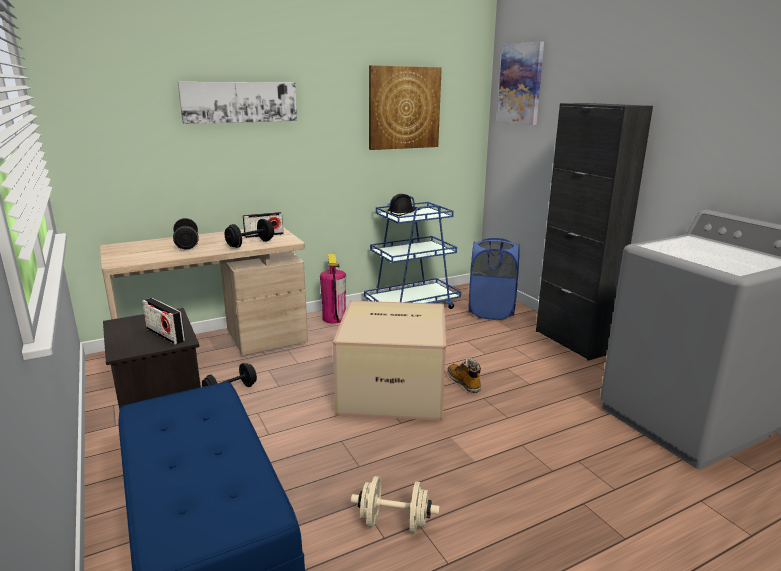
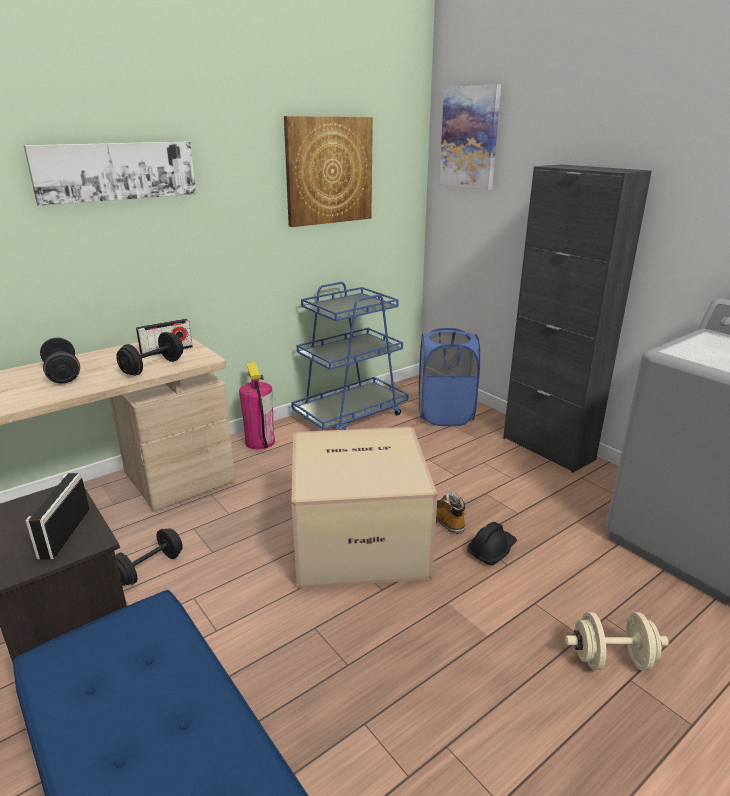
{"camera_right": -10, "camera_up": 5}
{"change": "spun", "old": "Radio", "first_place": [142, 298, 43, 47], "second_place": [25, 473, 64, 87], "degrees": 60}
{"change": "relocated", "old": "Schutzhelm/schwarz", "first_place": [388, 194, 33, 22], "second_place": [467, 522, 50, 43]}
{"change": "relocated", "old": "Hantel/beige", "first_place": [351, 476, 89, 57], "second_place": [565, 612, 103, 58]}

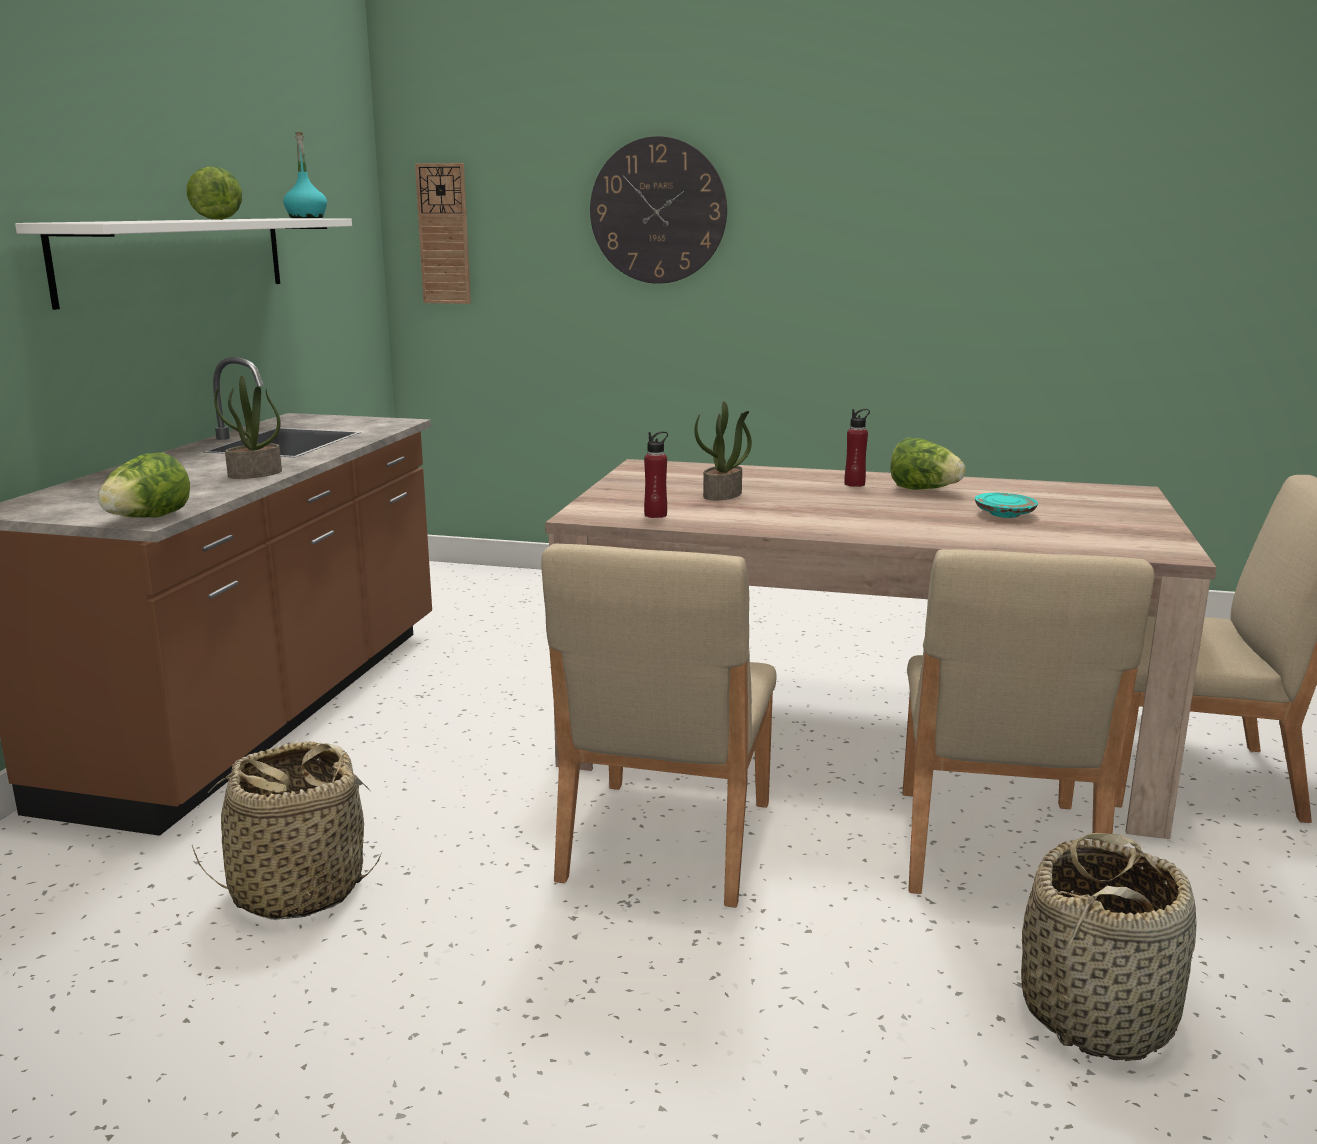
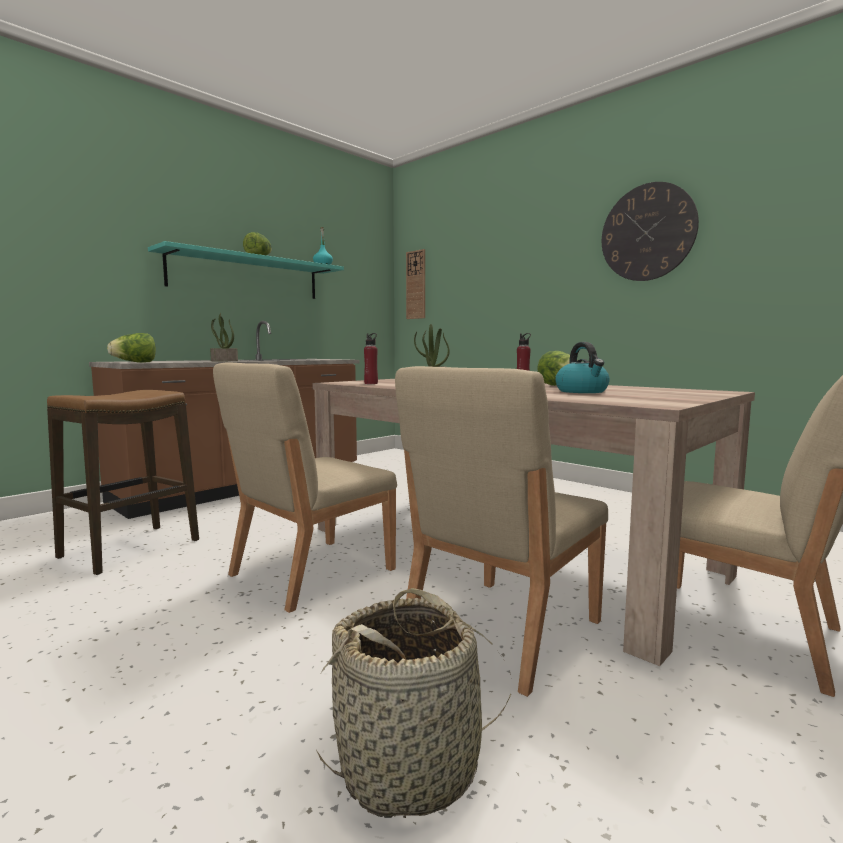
{"camera_right": 30, "camera_up": -10}
{"change": "exchanged", "old": "Korb", "new": "Hocker", "first_place": [192, 741, 189, 179], "second_place": [47, 390, 152, 185]}
{"change": "colour", "old": "Wandregal/weiß", "new": "Wandregal/türkis", "first_place": [15, 218, 337, 92], "second_place": [148, 241, 196, 58]}
{"change": "exchanged", "old": "Teller/türkis", "new": "Wasserkessel", "first_place": [975, 493, 63, 25], "second_place": [555, 342, 55, 51]}
{"change": "relocated", "old": "Wanduhr", "first_place": [590, 136, 137, 148], "second_place": [602, 182, 97, 99]}

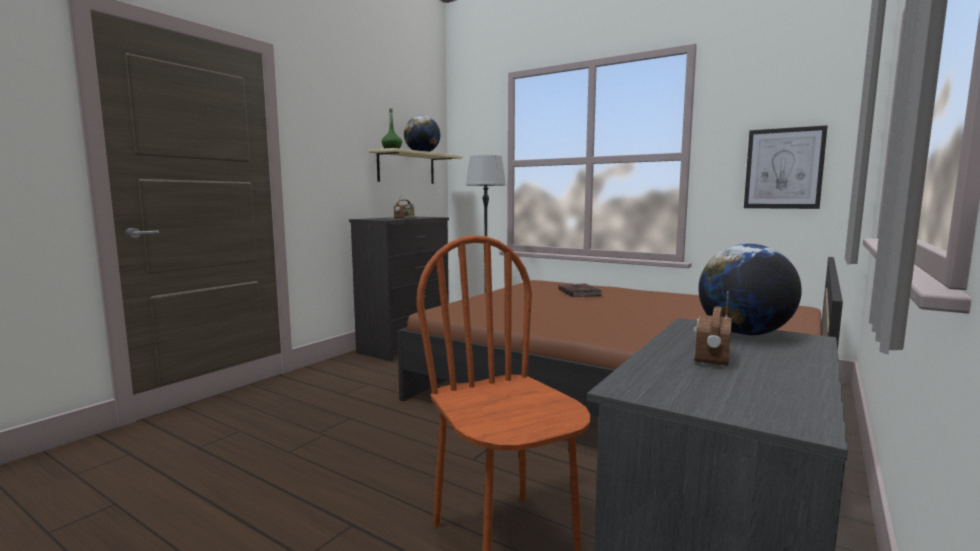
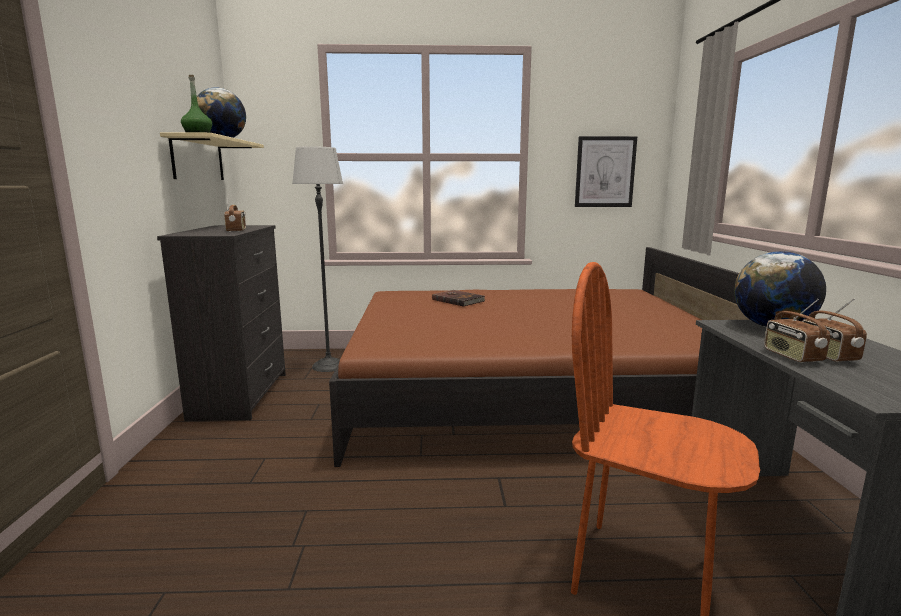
{"camera_right": -35, "camera_up": 5}
{"change": "appeared", "new": "Radio", "second_place": [764, 299, 66, 64]}

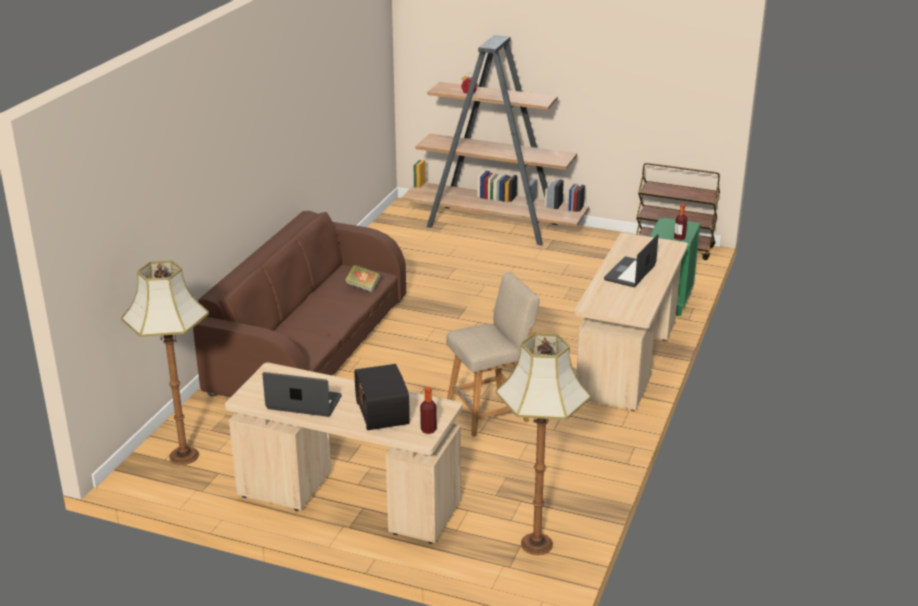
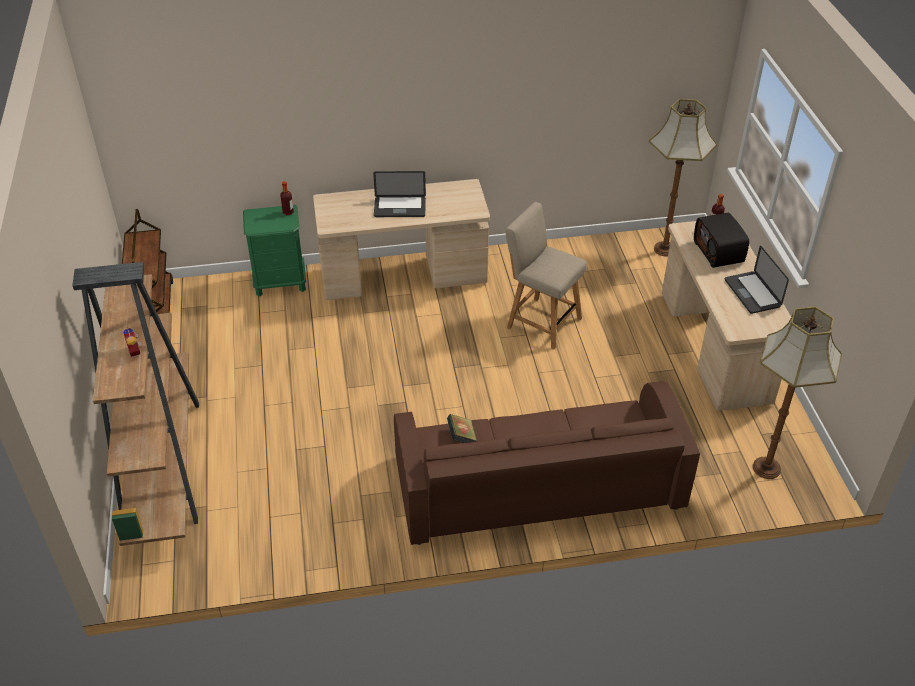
{"camera_right": -120, "camera_up": 15}
{"change": "spun", "old": "Radio", "first_place": [354, 364, 56, 66], "second_place": [694, 212, 55, 56], "degrees": 120}

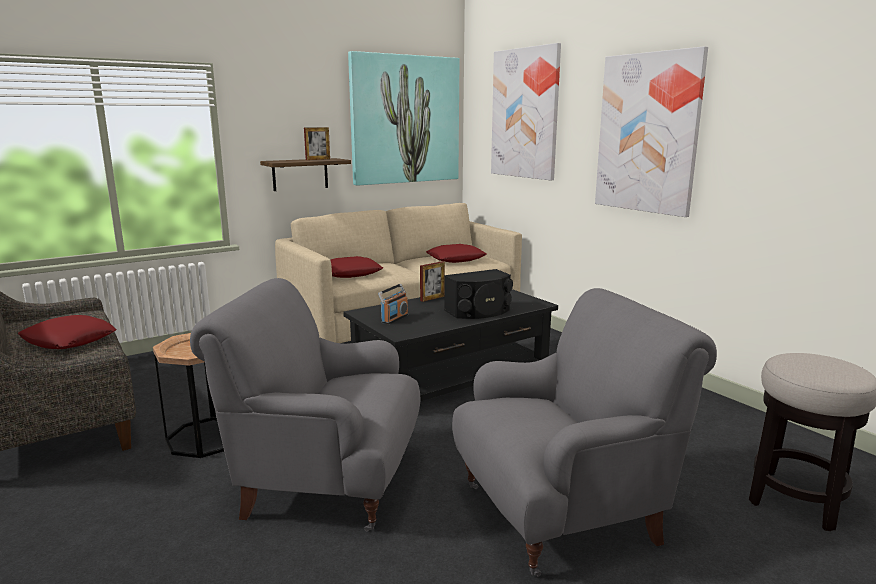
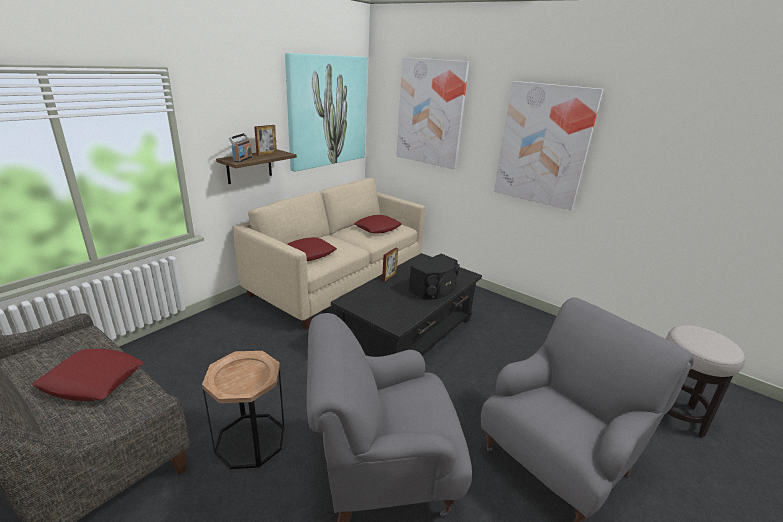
{"camera_right": -20, "camera_up": 10}
{"change": "relocated", "old": "Radio", "first_place": [378, 284, 30, 40], "second_place": [229, 133, 23, 29]}

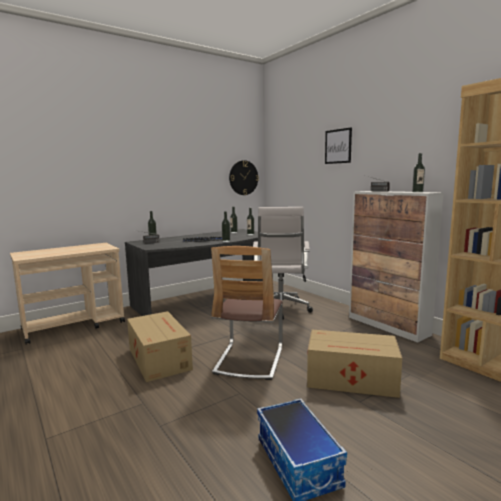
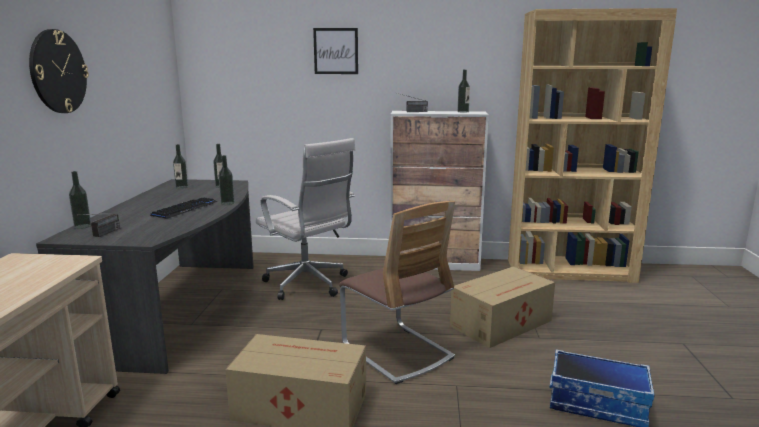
{"camera_right": -50, "camera_up": 5}
{"change": "relocated", "old": "Wanduhr", "first_place": [229, 160, 30, 35], "second_place": [29, 29, 60, 84]}

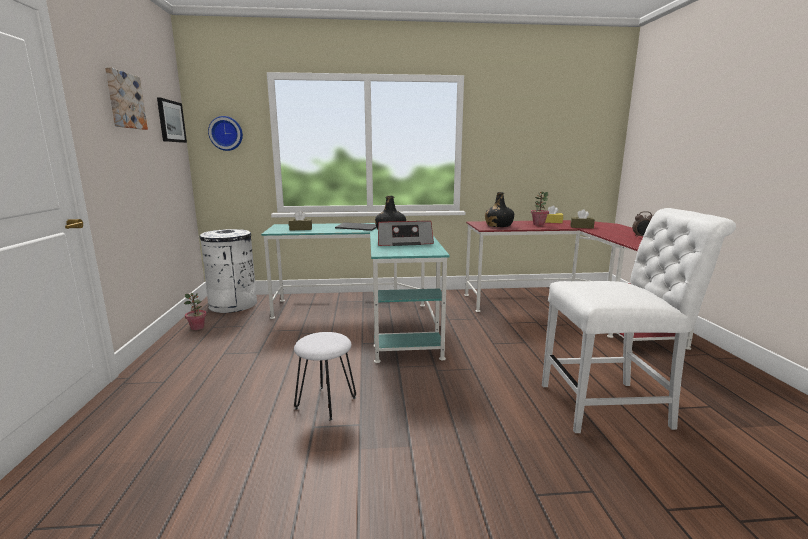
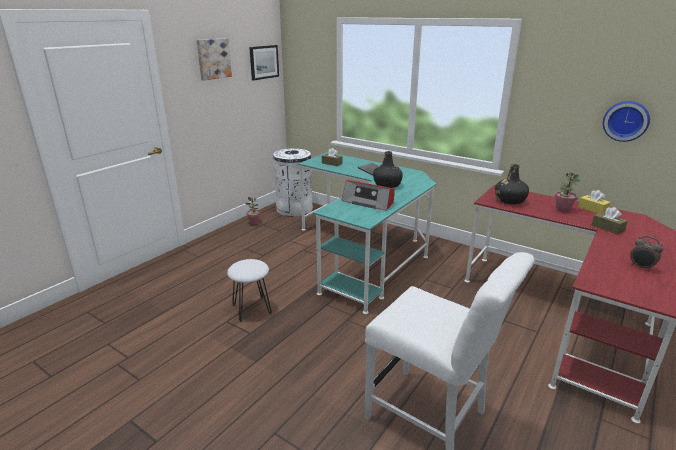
{"camera_right": 40, "camera_up": 10}
{"change": "relocated", "old": "Wanduhr", "first_place": [208, 116, 35, 35], "second_place": [603, 101, 47, 41]}

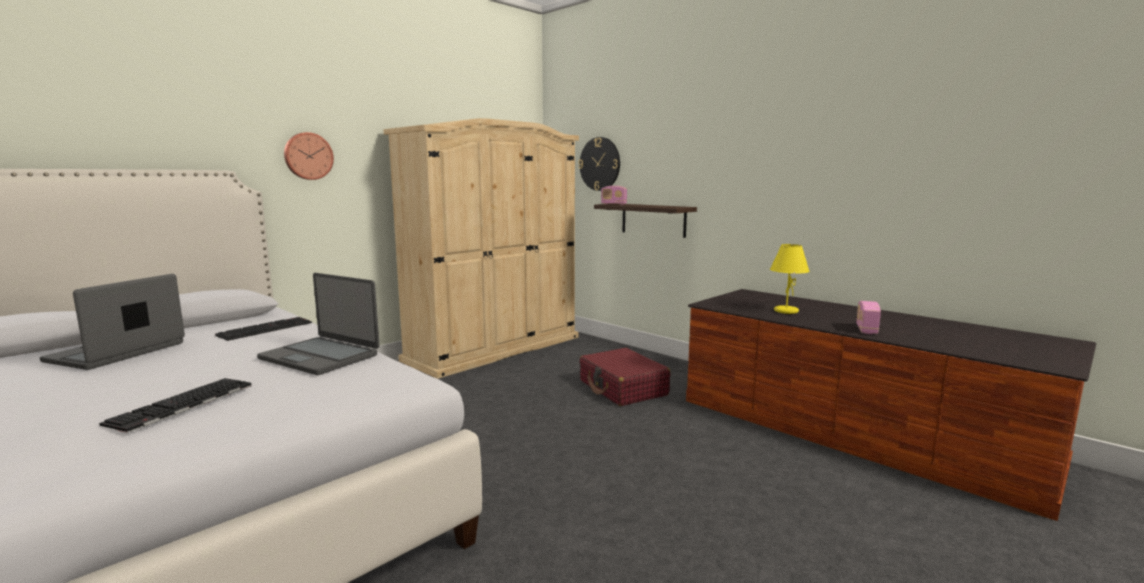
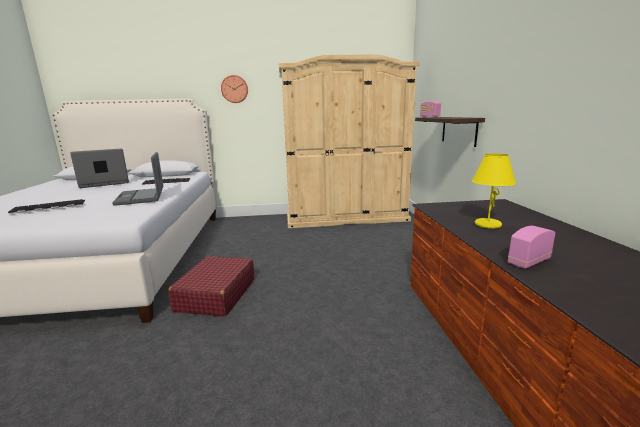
{"camera_right": 40, "camera_up": 5}
{"change": "relocated", "old": "Koffer/rot", "first_place": [580, 348, 91, 58], "second_place": [168, 256, 86, 61]}
{"change": "missing", "old": "Wanduhr", "first_place": [578, 137, 42, 54]}

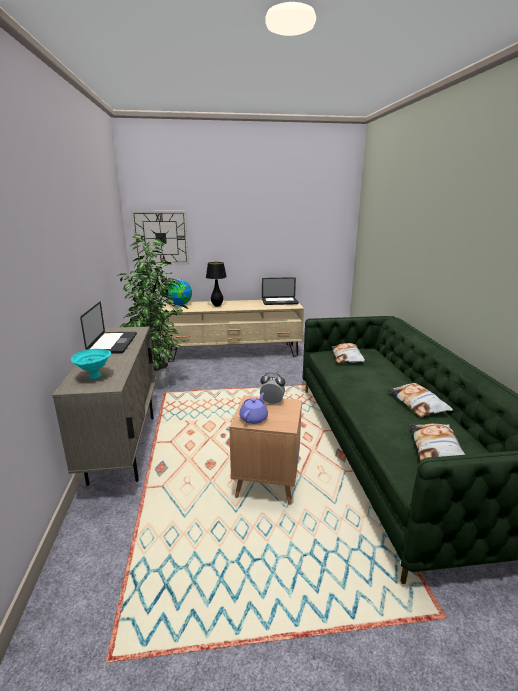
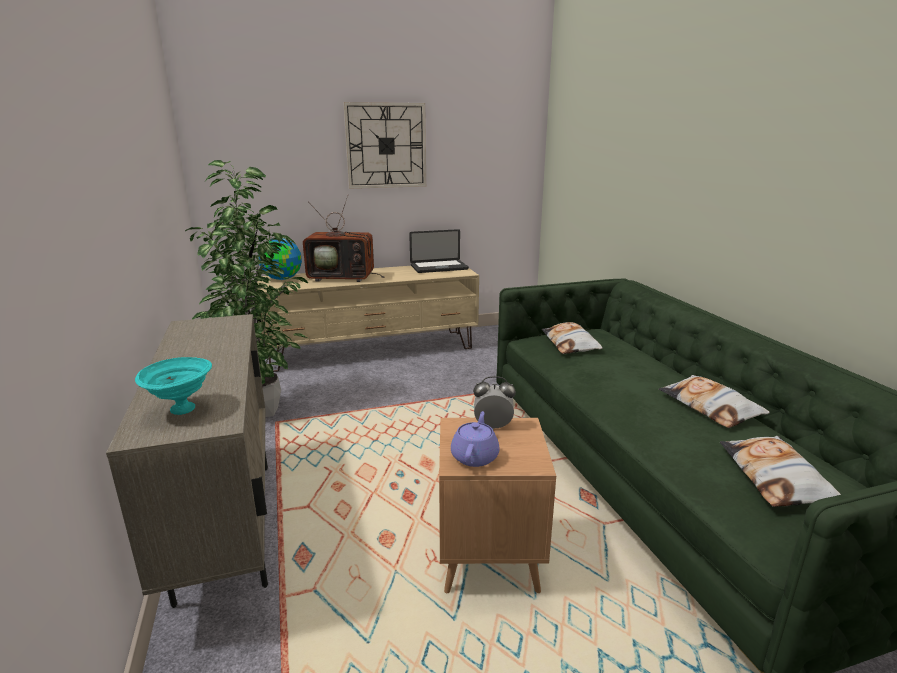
{"camera_right": -10, "camera_up": 0}
{"change": "exchanged", "old": "Tischlampe/schwarz", "new": "Fernseher", "first_place": [206, 262, 21, 45], "second_place": [303, 196, 81, 86]}
{"change": "relocated", "old": "Wanduhr", "first_place": [131, 211, 58, 54], "second_place": [343, 102, 83, 87]}
{"change": "missing", "old": "Laptop", "first_place": [80, 302, 57, 52]}

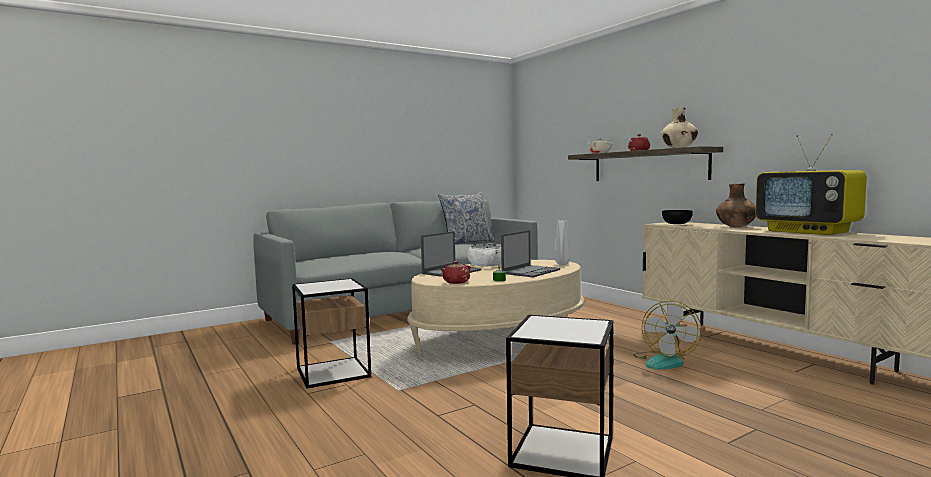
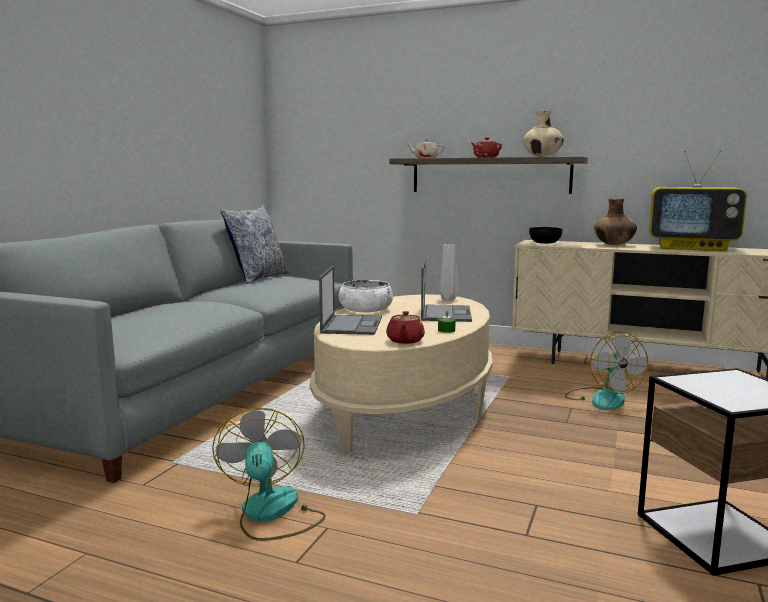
{"camera_right": -35, "camera_up": 5}
{"change": "exchanged", "old": "Beistelltisch", "new": "Ventilator", "first_place": [292, 278, 79, 111], "second_place": [212, 408, 114, 133]}

